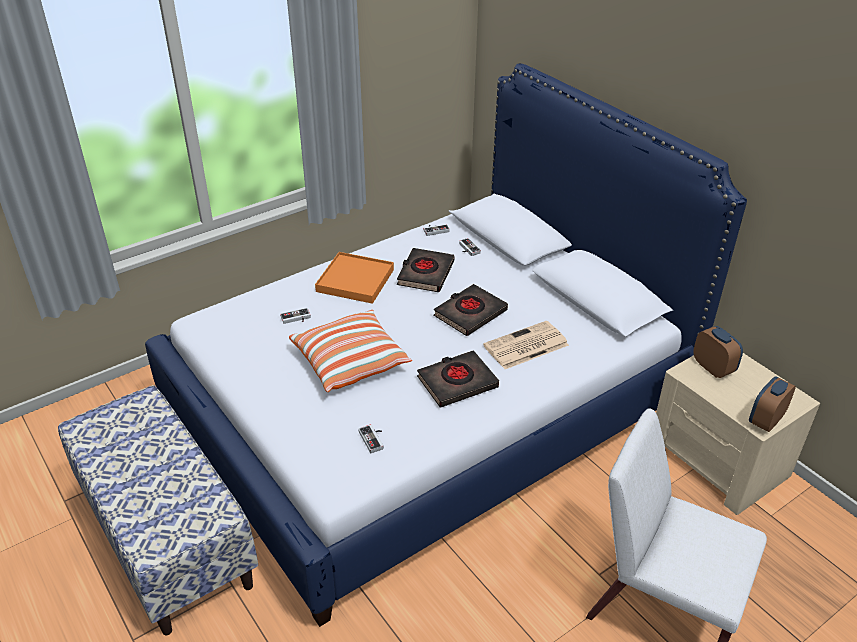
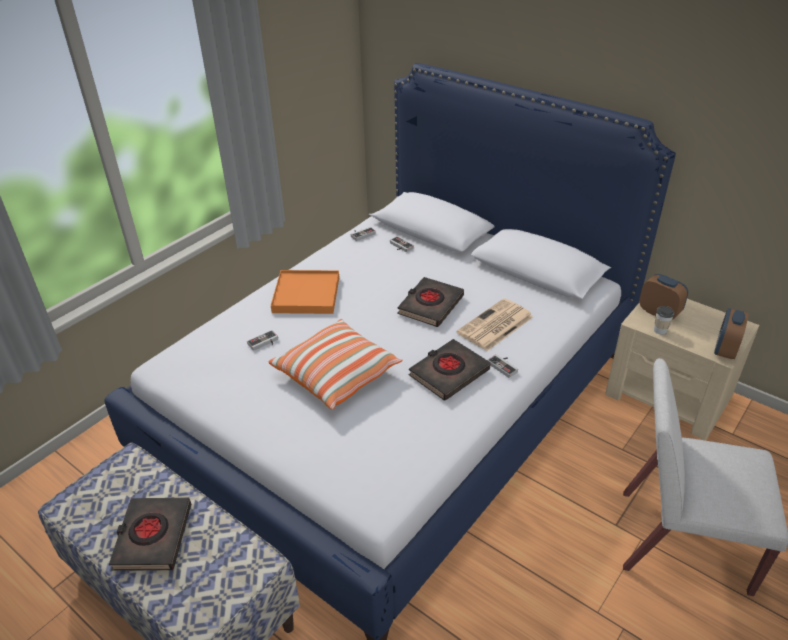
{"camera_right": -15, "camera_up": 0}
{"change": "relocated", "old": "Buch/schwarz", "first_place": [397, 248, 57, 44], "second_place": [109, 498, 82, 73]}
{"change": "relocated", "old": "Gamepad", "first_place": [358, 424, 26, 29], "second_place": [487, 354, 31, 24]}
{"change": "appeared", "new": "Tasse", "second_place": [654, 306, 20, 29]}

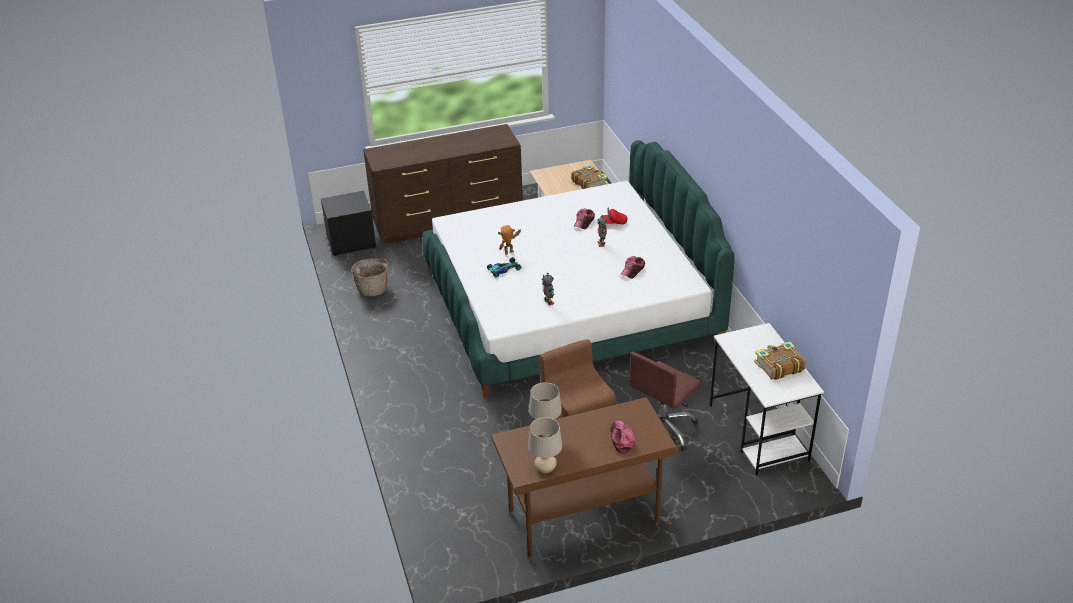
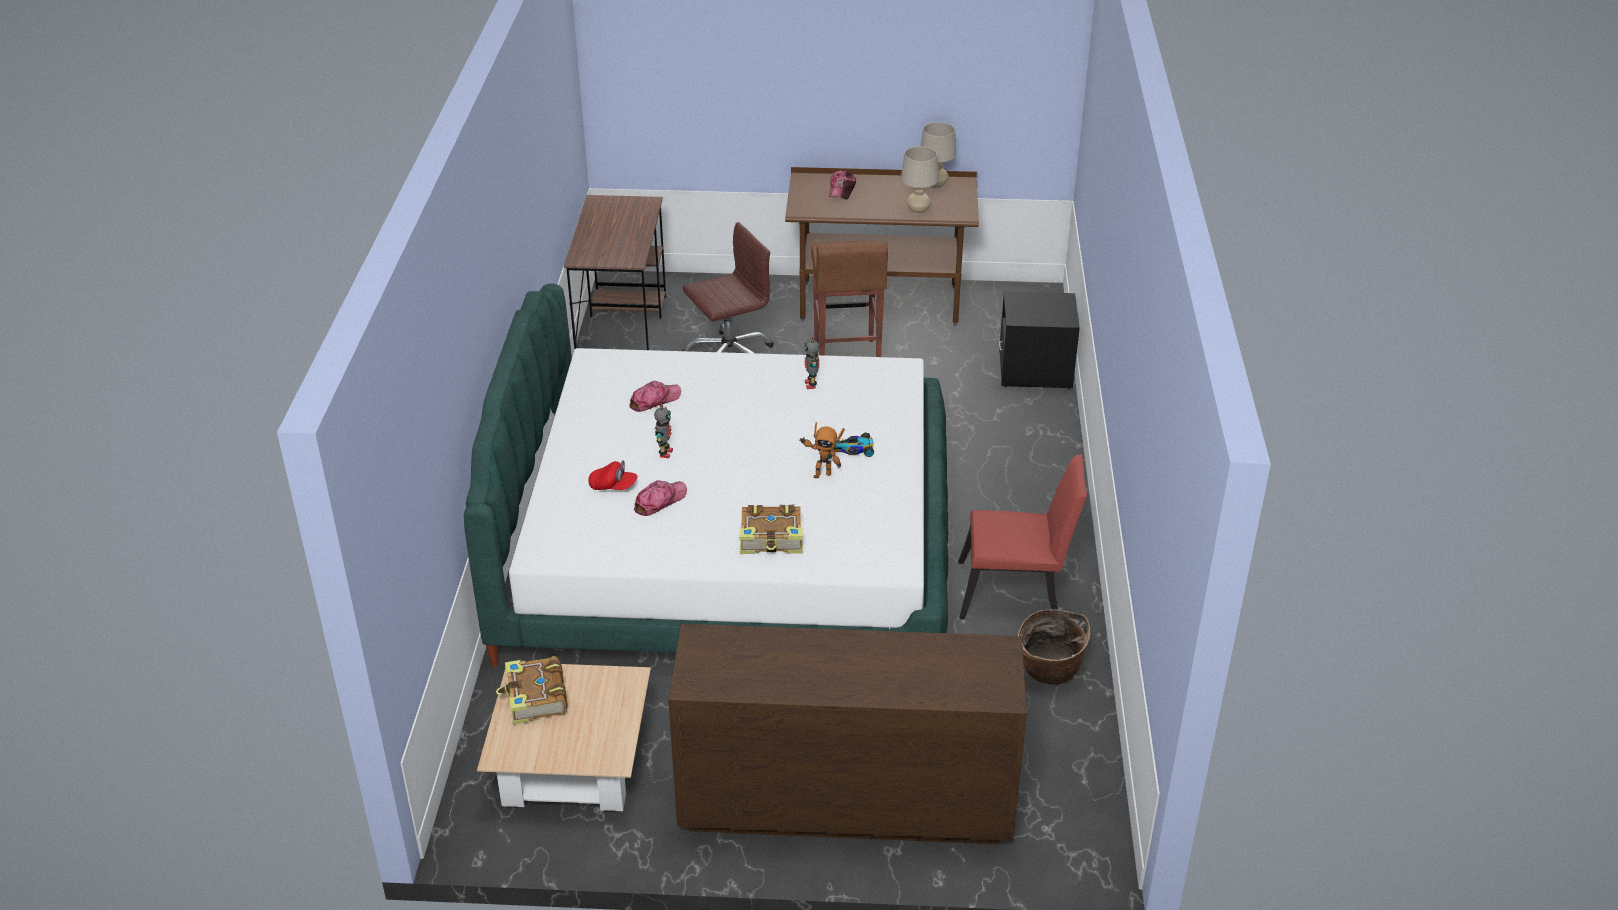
{"camera_right": -160, "camera_up": 0}
{"change": "colour", "old": "Schreibtisch/weiß", "new": "Schreibtisch/braun", "first_place": [710, 323, 114, 152], "second_place": [564, 195, 102, 155]}
{"change": "relocated", "old": "Buch", "first_place": [754, 341, 52, 39], "second_place": [739, 505, 64, 49]}
{"change": "appeared", "new": "Stuhl/rot", "second_place": [958, 455, 129, 165]}
{"change": "relocated", "old": "Nachttisch/schwarz", "first_place": [321, 191, 55, 65], "second_place": [999, 291, 81, 98]}

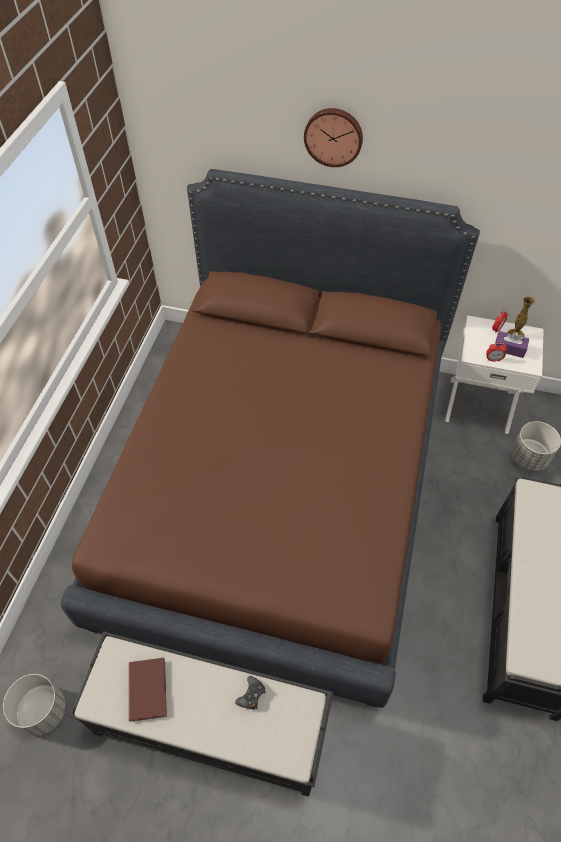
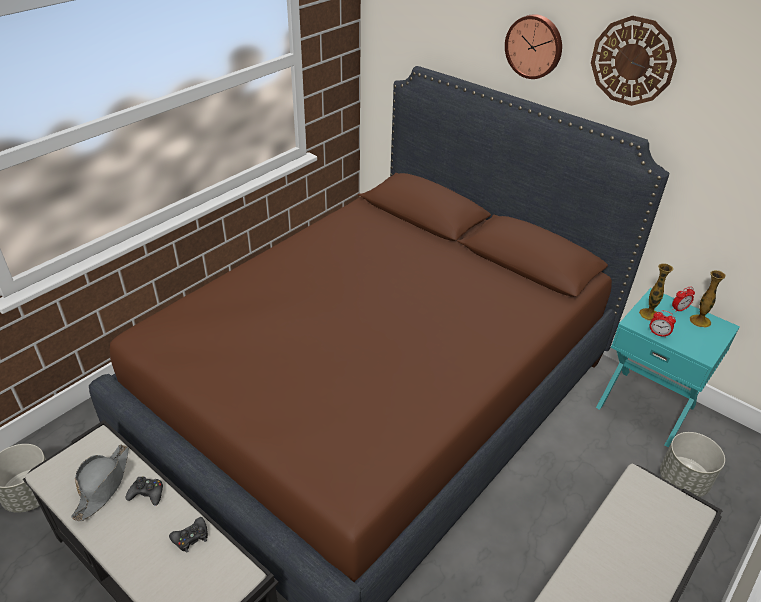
{"camera_right": 25, "camera_up": -15}
{"change": "exchanged", "old": "Buch/braun", "new": "Hut/grau", "first_place": [129, 658, 38, 64], "second_place": [71, 445, 58, 76]}
{"change": "appeared", "new": "Gamepad/schwarz", "second_place": [126, 477, 37, 29]}
{"change": "appeared", "new": "Wanduhr", "second_place": [591, 16, 86, 90]}
{"change": "colour", "old": "Nachttisch/weiß", "new": "Nachttisch/türkis", "first_place": [445, 315, 99, 119], "second_place": [596, 288, 144, 159]}
{"change": "appeared", "new": "Vase", "second_place": [639, 263, 35, 58]}
{"change": "missing", "old": "Taschentuchbox/lila", "first_place": [495, 331, 34, 27]}

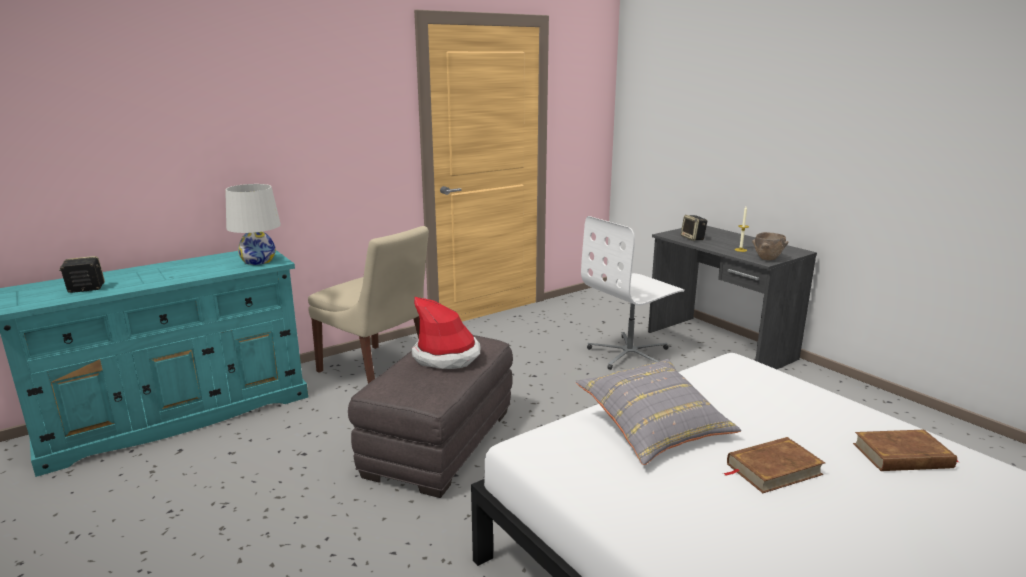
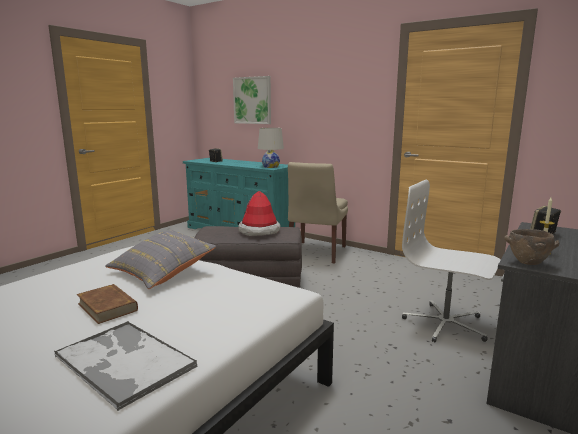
{"camera_right": 70, "camera_up": -5}
{"change": "exchanged", "old": "Buch/braun", "new": "Tablett", "first_place": [853, 430, 105, 41], "second_place": [54, 321, 143, 90]}
{"change": "appeared", "new": "Bild", "second_place": [233, 76, 38, 48]}

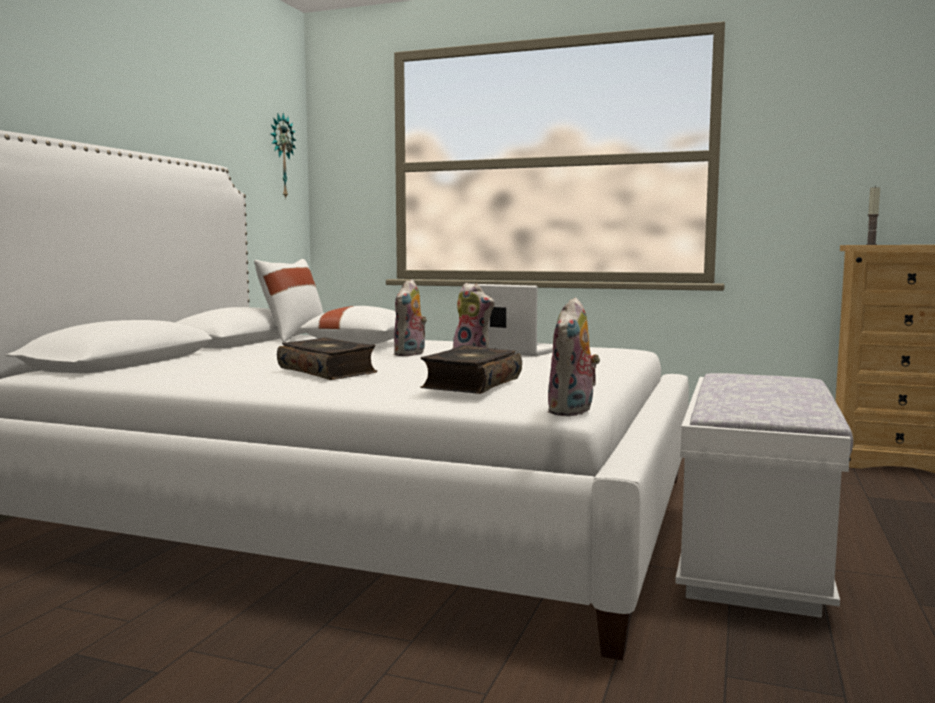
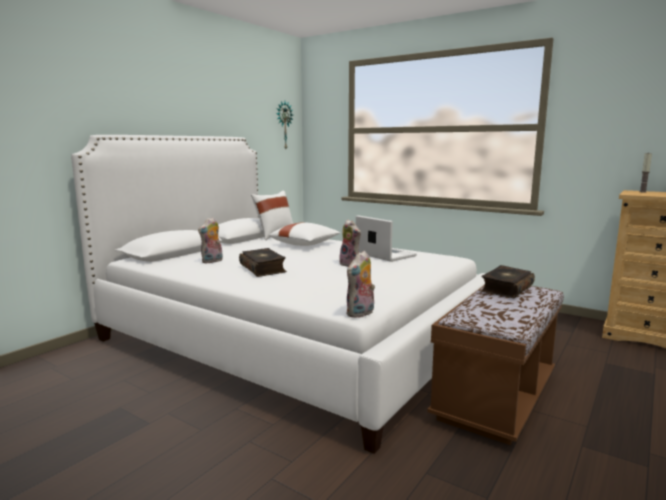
{"camera_right": 15, "camera_up": 5}
{"change": "relocated", "old": "Plüschtier", "first_place": [394, 279, 33, 77], "second_place": [198, 217, 25, 47]}
{"change": "colour", "old": "Bank/weiß", "new": "Bank/braun", "first_place": [675, 373, 178, 245], "second_place": [427, 285, 137, 160]}
{"change": "relocated", "old": "Buch", "first_place": [420, 345, 102, 49], "second_place": [480, 265, 55, 33]}

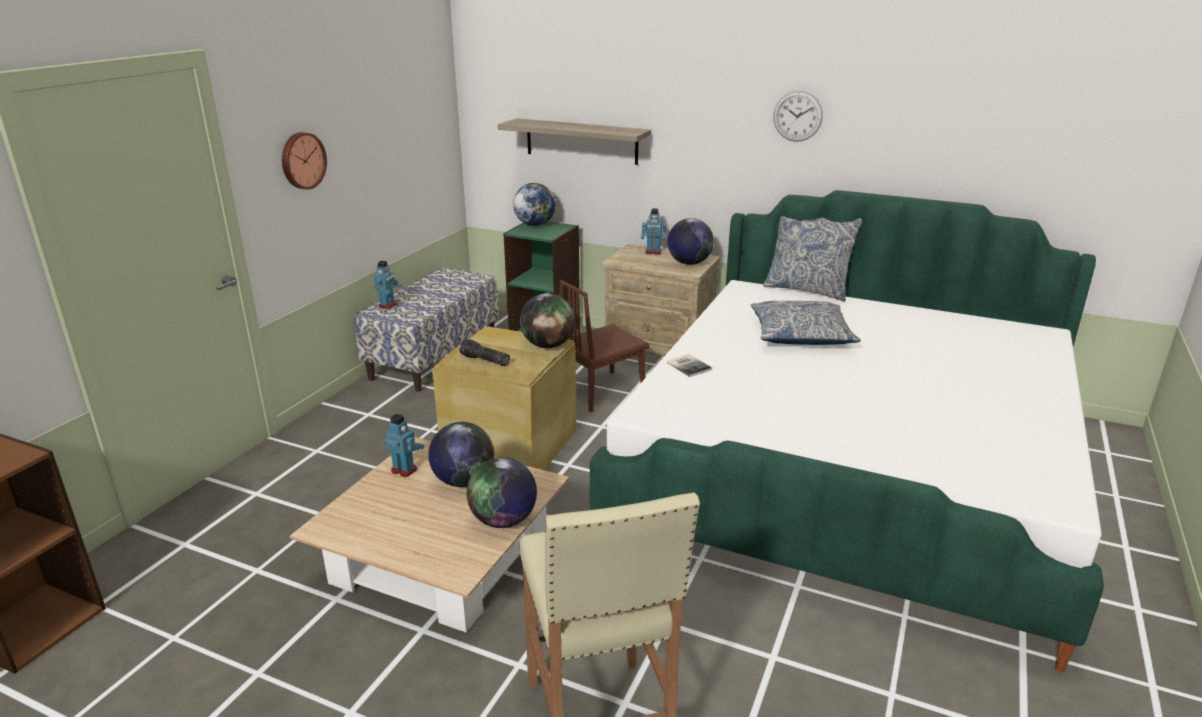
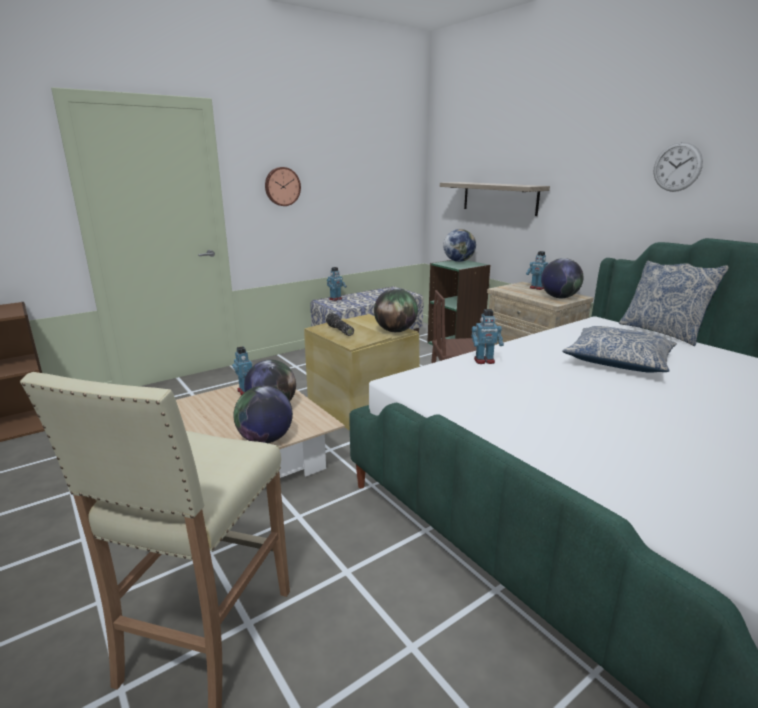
{"camera_right": 30, "camera_up": -5}
{"change": "exchanged", "old": "Buch", "new": "Spielzeugroboter", "first_place": [667, 354, 45, 23], "second_place": [471, 309, 33, 55]}

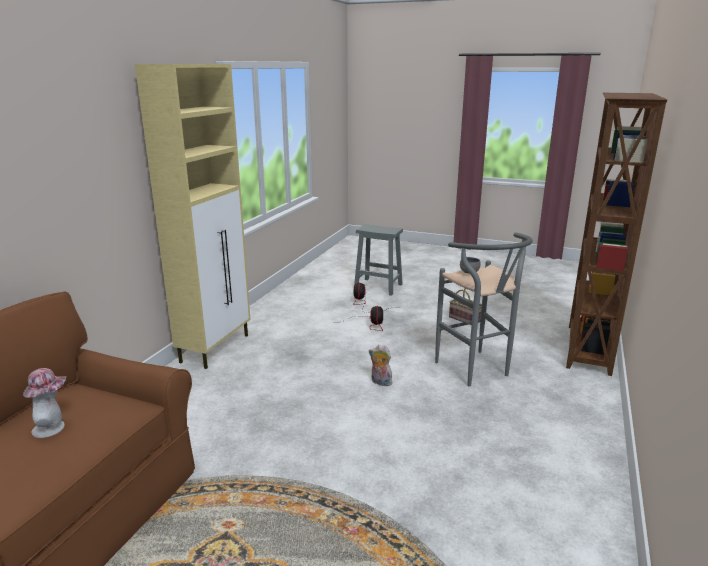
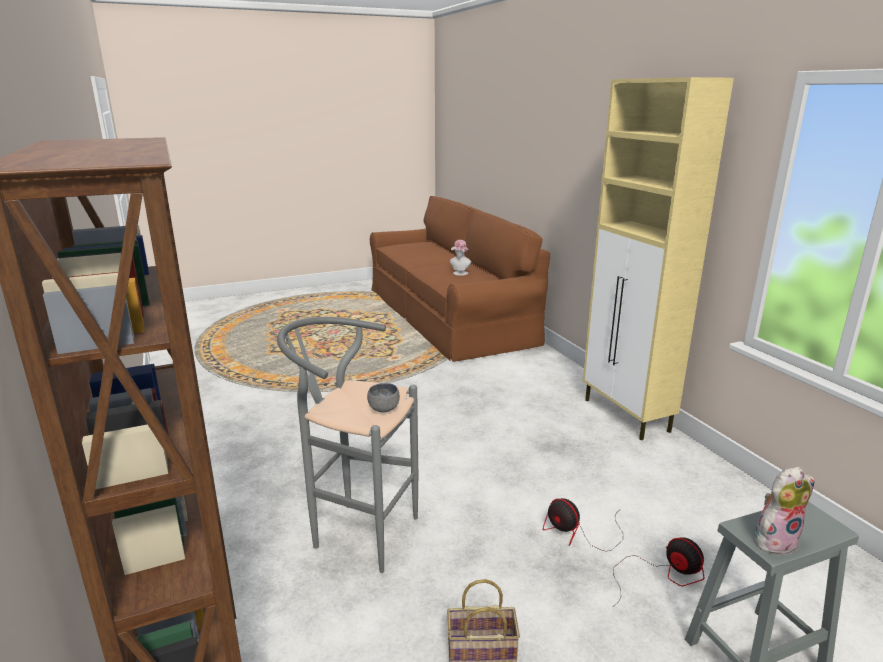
{"camera_right": 135, "camera_up": 0}
{"change": "relocated", "old": "Plüschtier", "first_place": [369, 345, 23, 41], "second_place": [755, 467, 60, 88]}

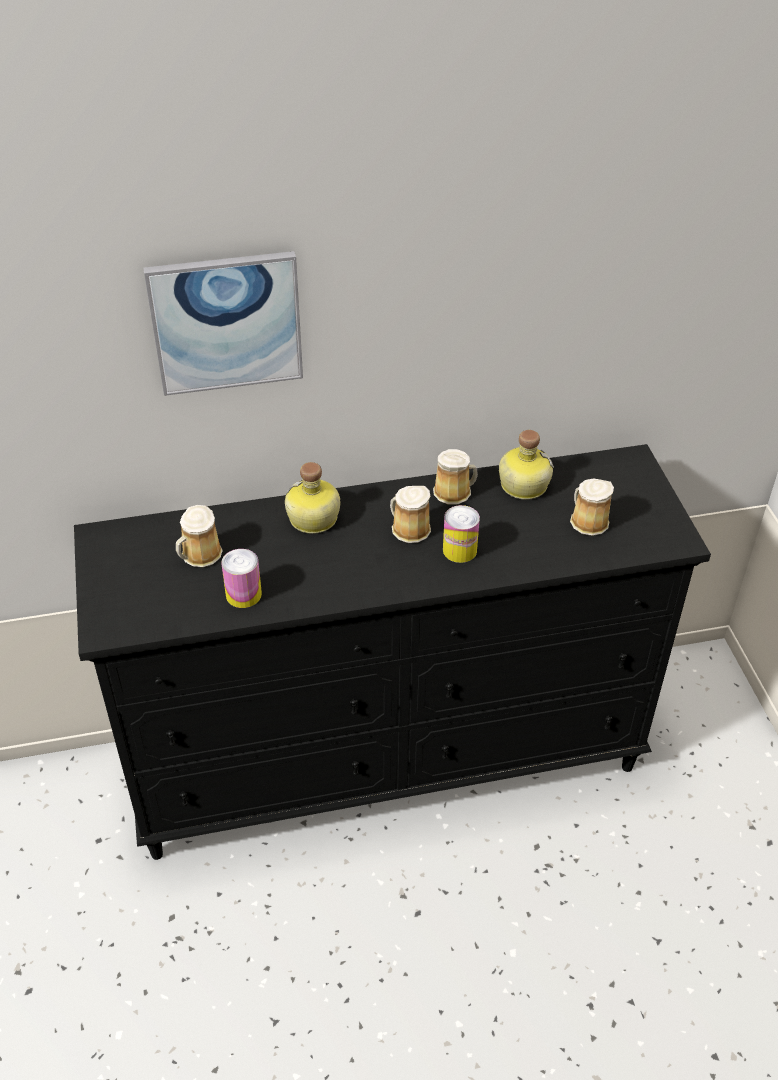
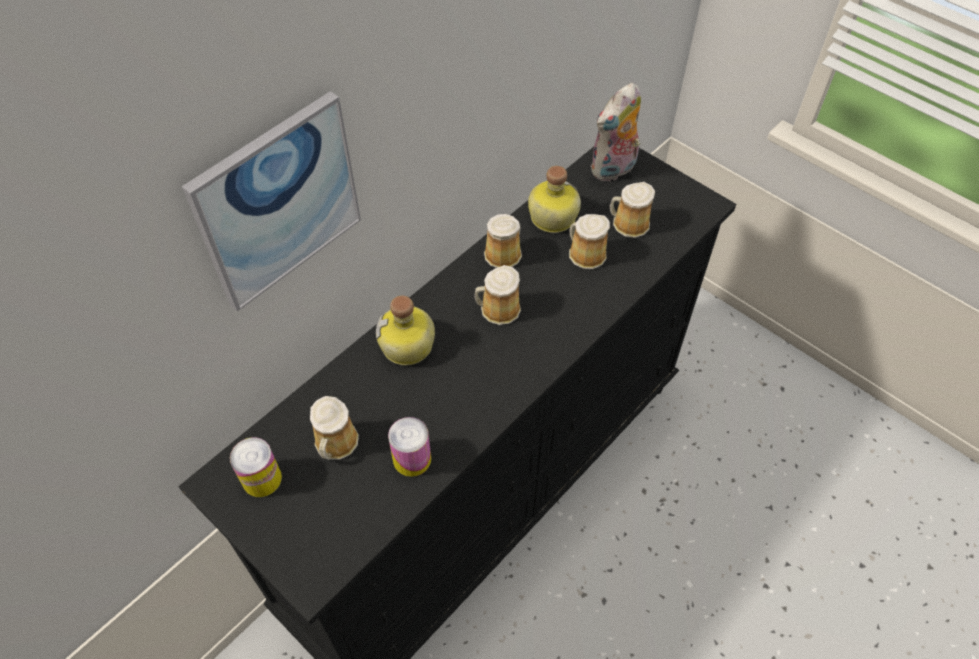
{"camera_right": -35, "camera_up": 10}
{"change": "relocated", "old": "Dose", "first_place": [443, 505, 37, 58], "second_place": [230, 437, 52, 60]}
{"change": "appeared", "new": "Henkelbecher", "second_place": [569, 214, 41, 55]}
{"change": "appeared", "new": "Plüschtier", "second_place": [591, 83, 50, 98]}

